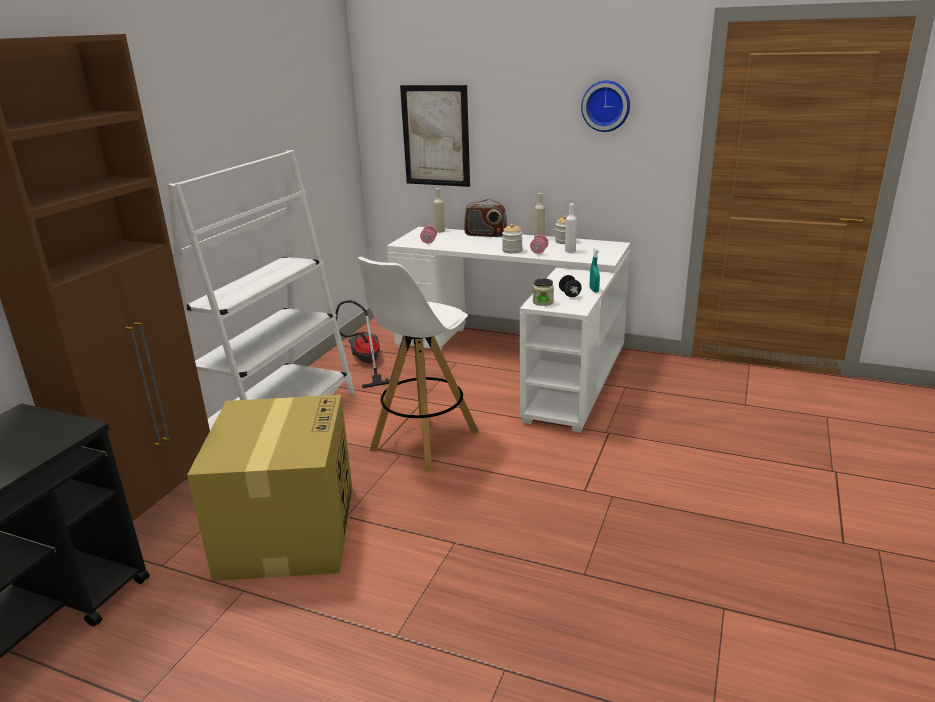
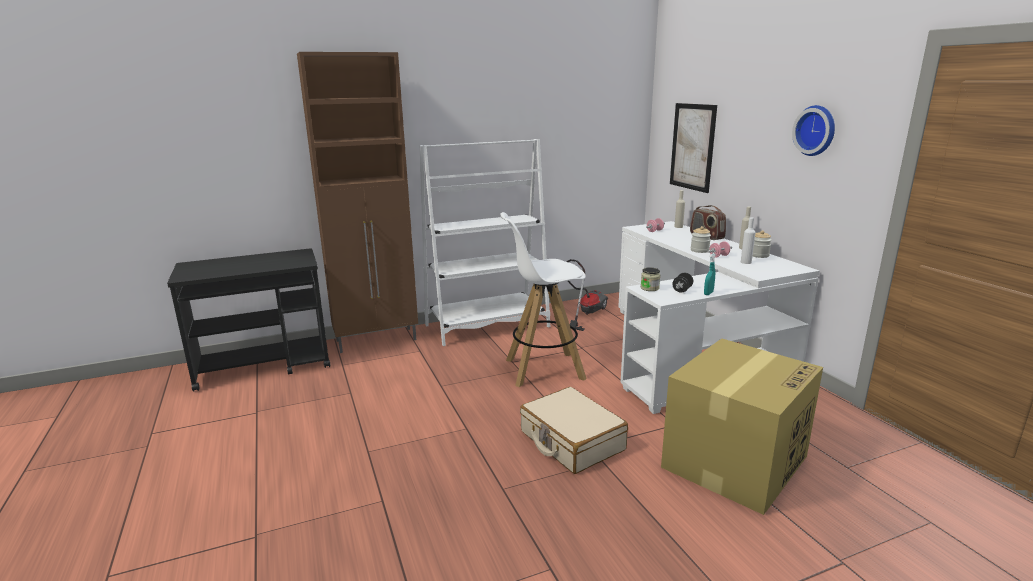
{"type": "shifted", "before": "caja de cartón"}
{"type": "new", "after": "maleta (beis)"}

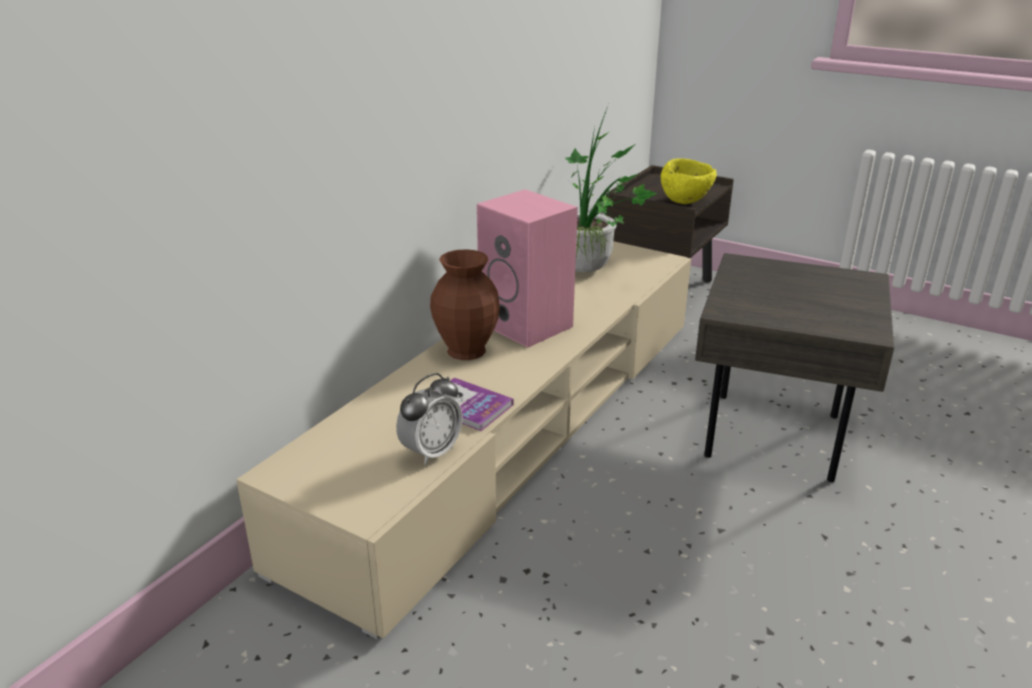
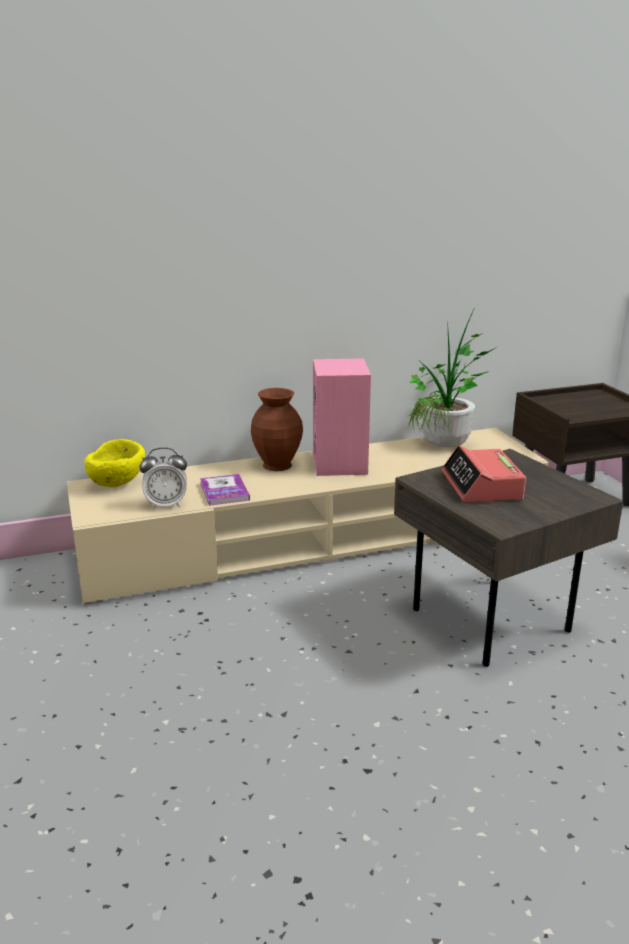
{"type": "shifted", "before": "cuenco (amarillo)"}
{"type": "new", "after": "despertador (no. 2 from left)"}

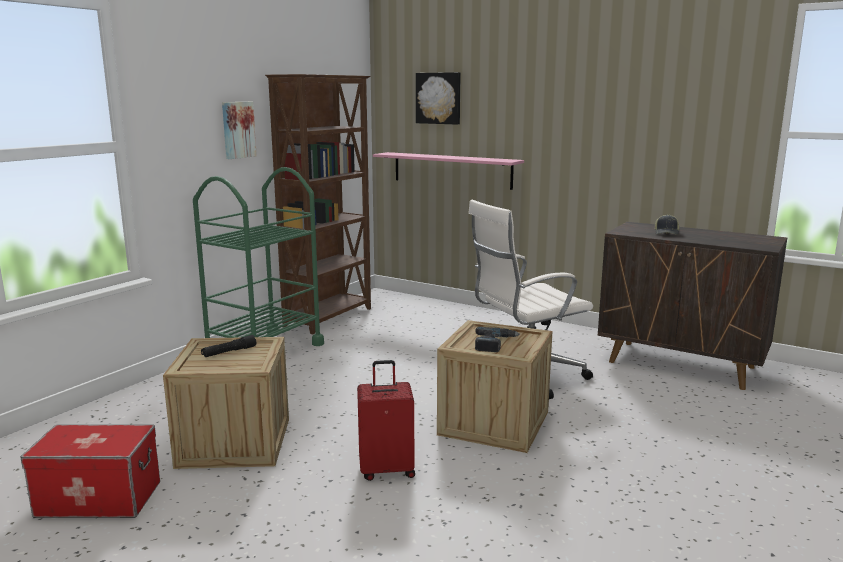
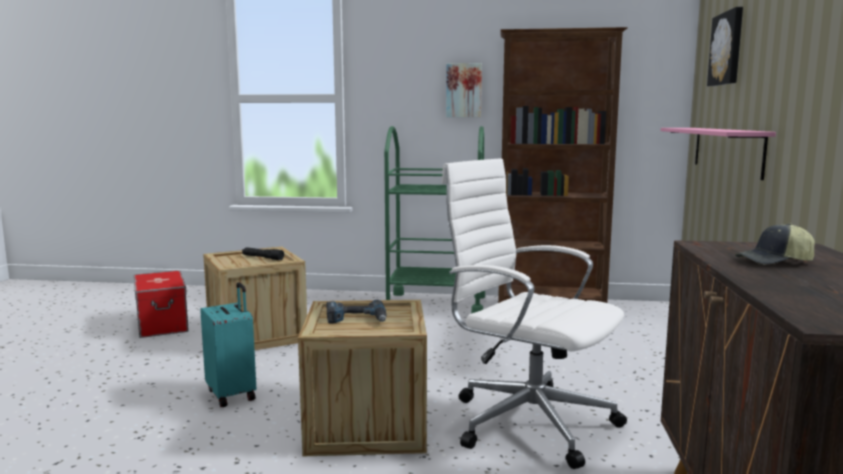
{"type": "repainted", "before": "maleta (rojo)", "after": "maleta (turquesa)"}

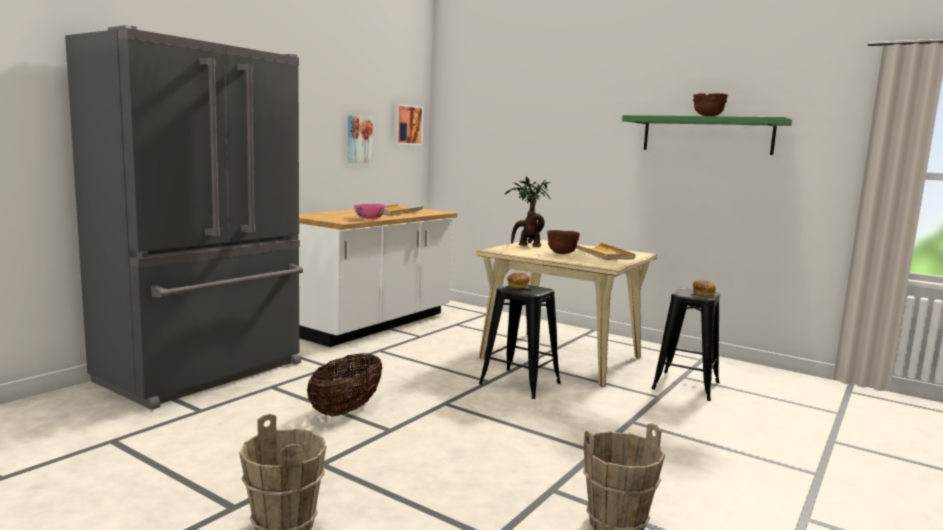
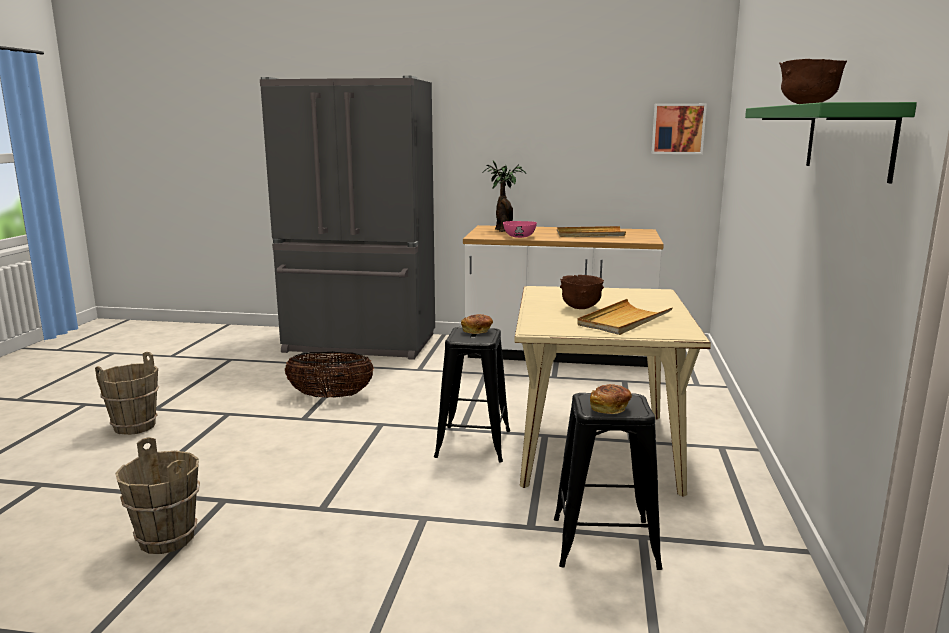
{"type": "gone", "before": "cuadro (no. 1 from left)"}
{"type": "shifted", "before": "planta en maceta"}

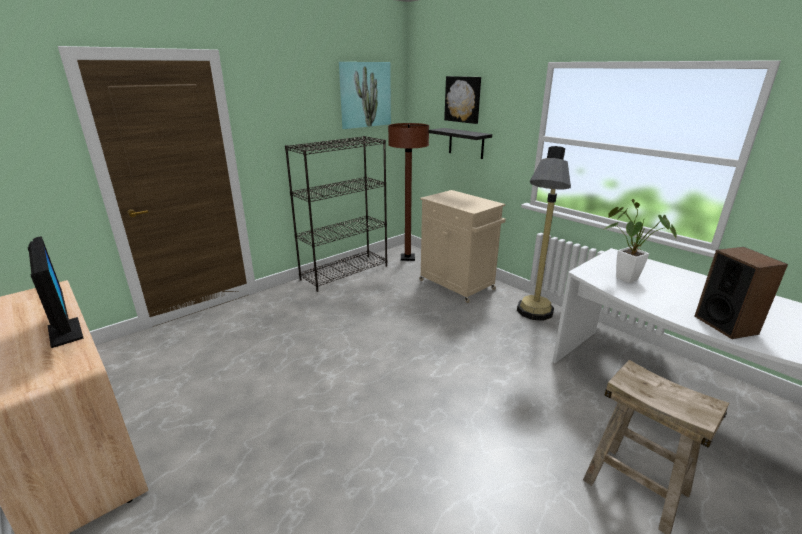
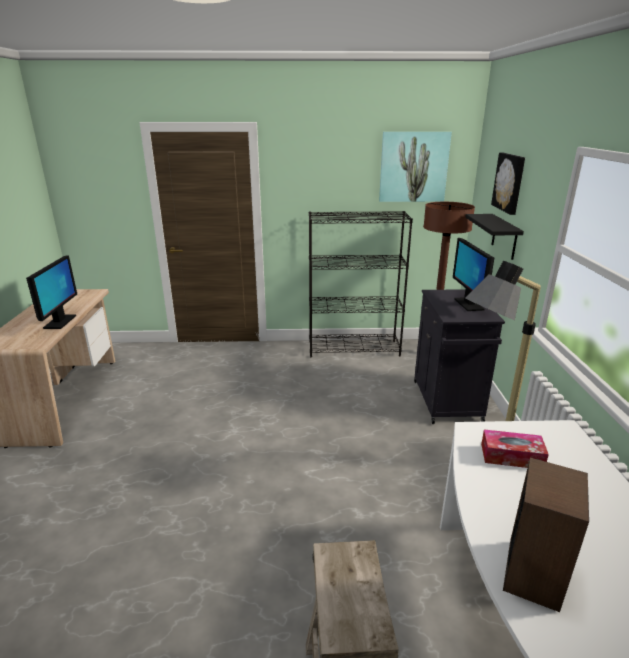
{"type": "repainted", "before": "armario (beis)", "after": "armario (negro)"}
{"type": "swapped", "before": "planta en maceta", "after": "caja de pañuelos"}
{"type": "new", "after": "monitor (no. 2 from left)"}

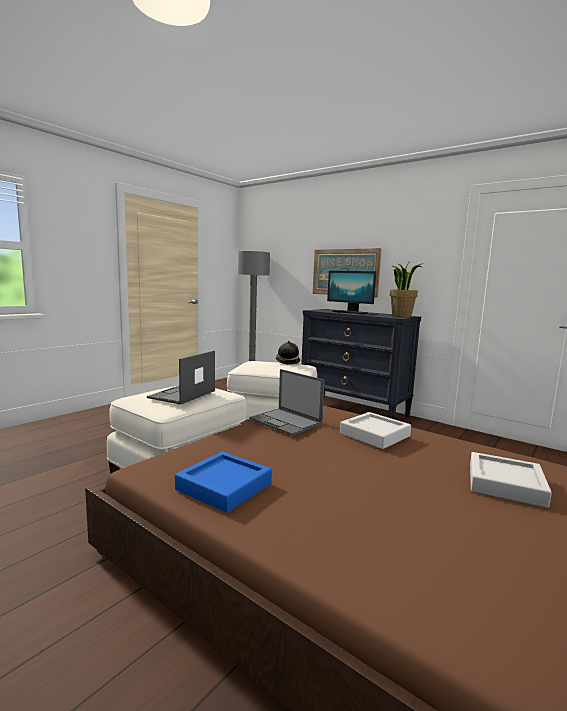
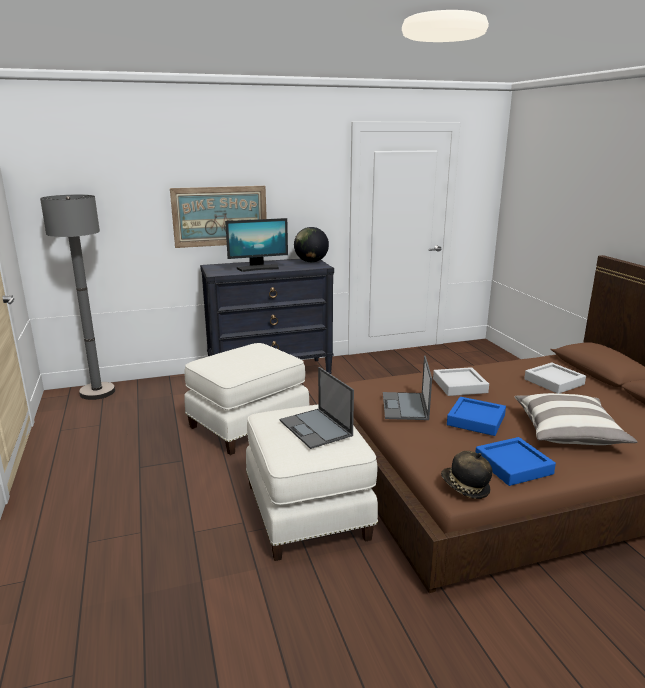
{"type": "swapped", "before": "planta en maceta", "after": "globo terráqueo"}
{"type": "shifted", "before": "sombrero"}
{"type": "rotated", "before": "portátil (no. 2 from left)", "turn": 105}
{"type": "new", "after": "cojín"}
{"type": "new", "after": "bandeja (azul) (no. 1 from left)"}

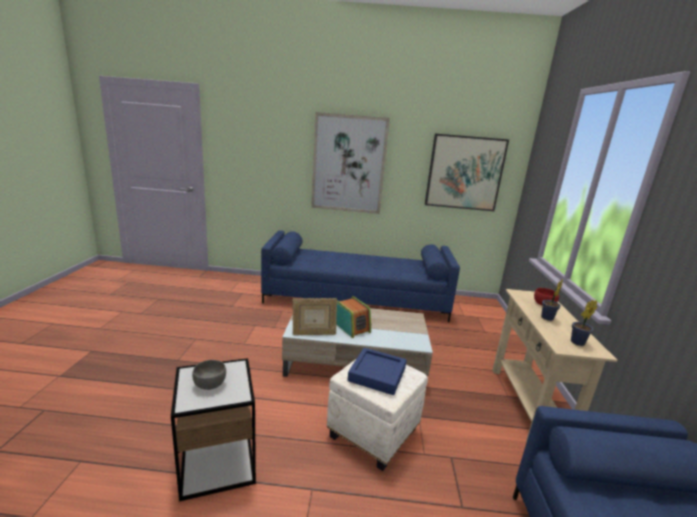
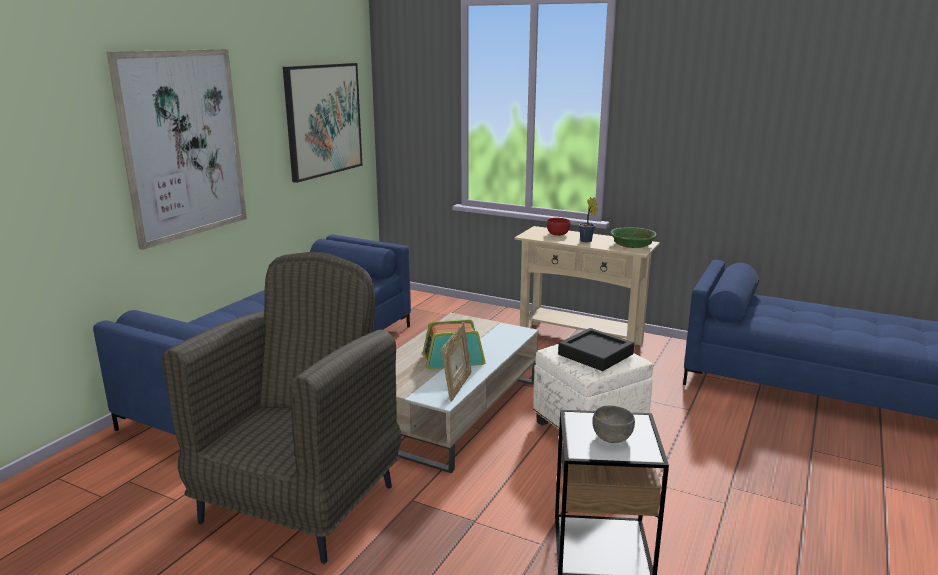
{"type": "swapped", "before": "planta en maceta (no. 2 from left)", "after": "cuenco (verde)"}
{"type": "repainted", "before": "bandeja (azul)", "after": "bandeja (negro)"}
{"type": "new", "after": "sillón (gris)"}

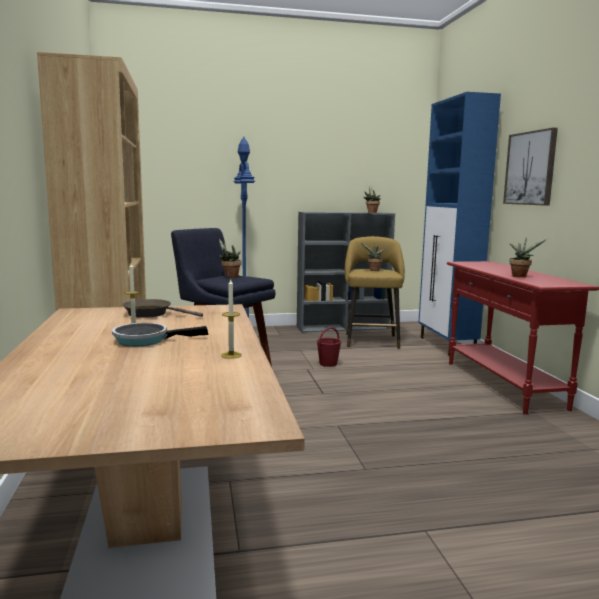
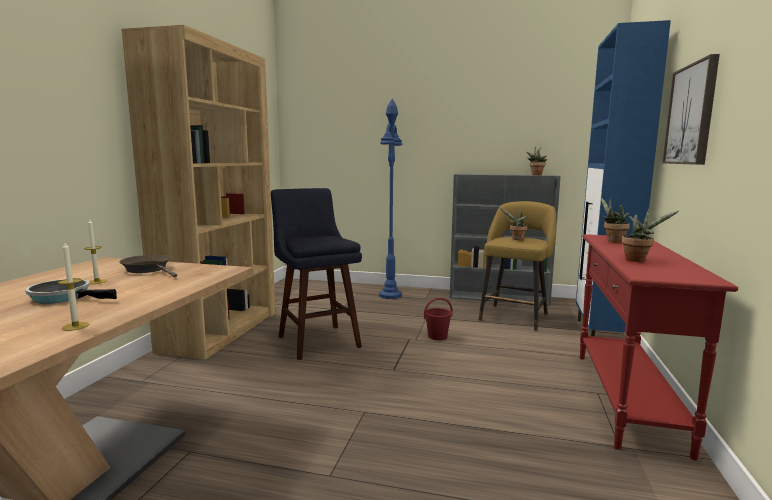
{"type": "shifted", "before": "planta en maceta (no. 1 from left in the first image)", "after": "planta en maceta (no. 3 from left)"}

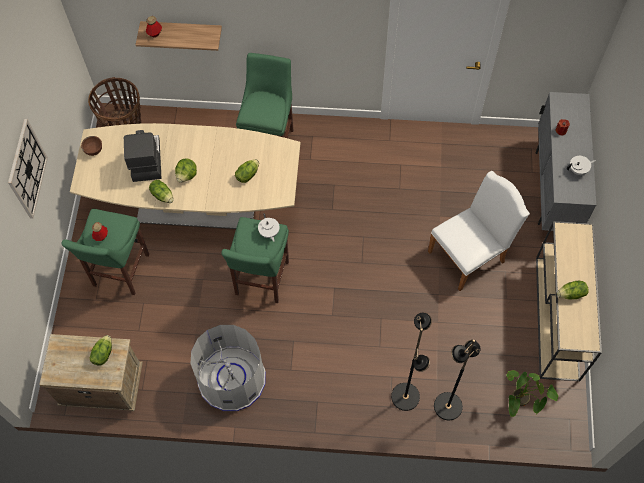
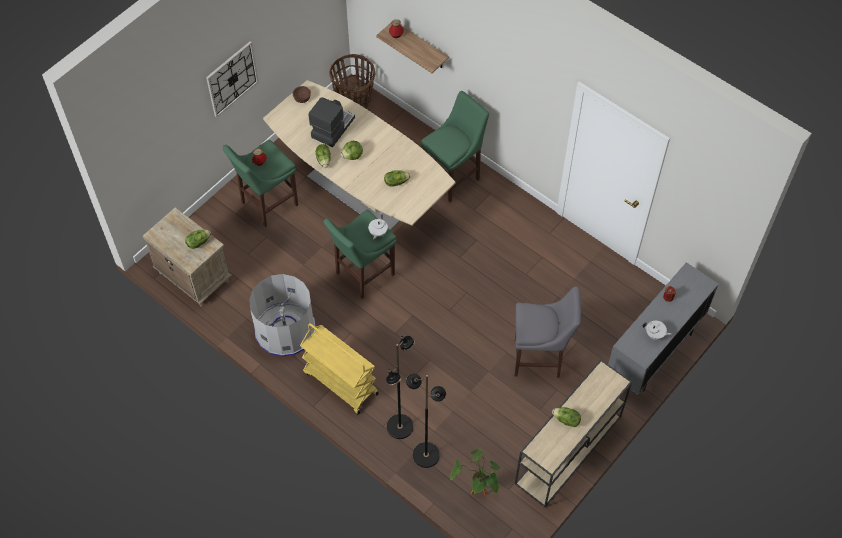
{"type": "swapped", "before": "silla (blanco)", "after": "taburete (gris)"}
{"type": "new", "after": "carrito (amarillo)"}

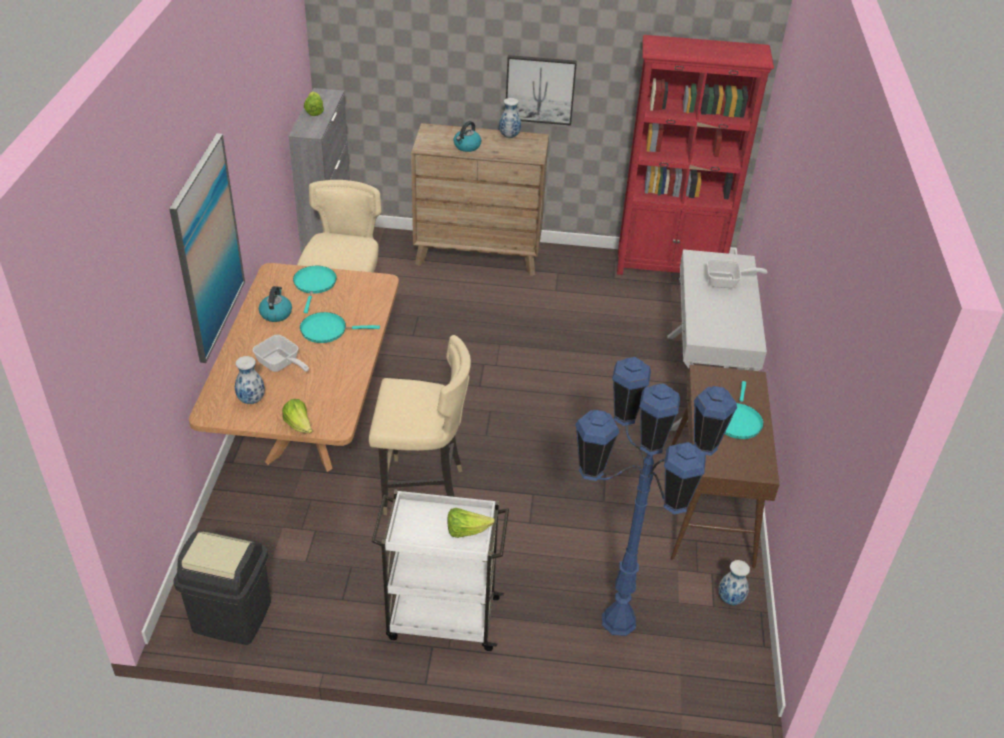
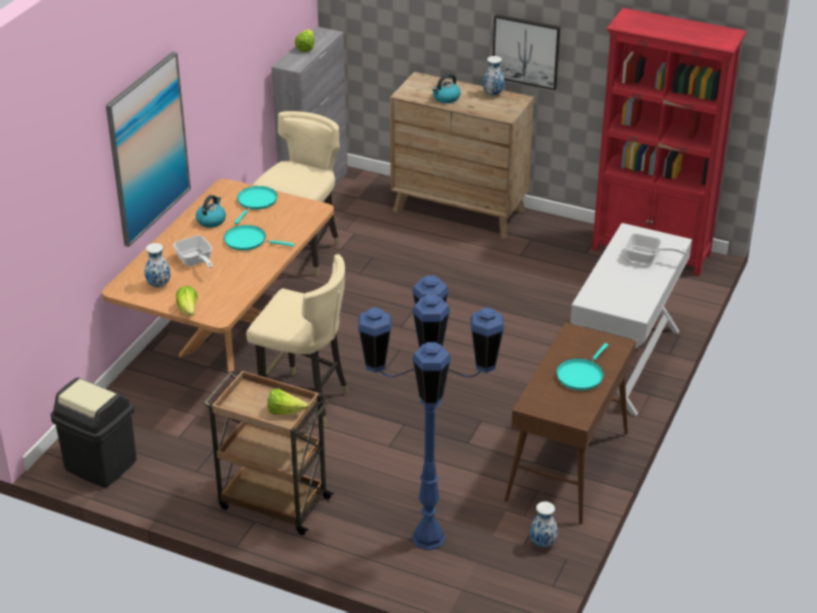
{"type": "repainted", "before": "carrito (blanco)", "after": "carrito (marrón)"}

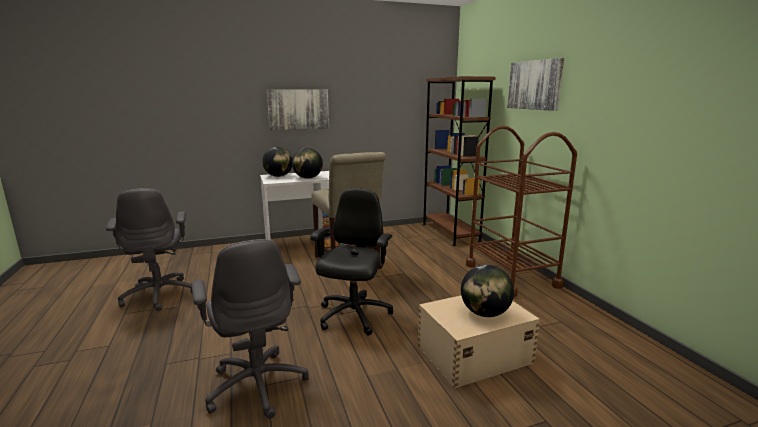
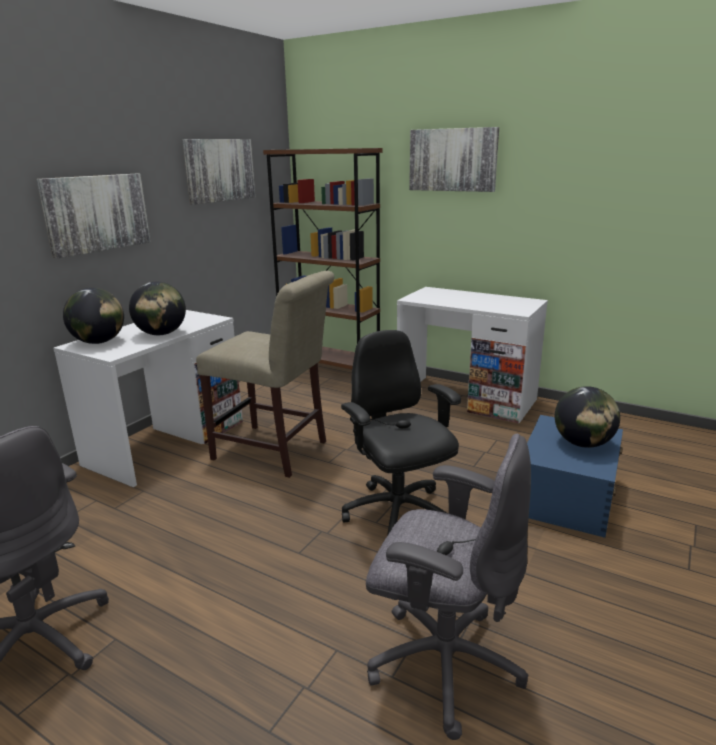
{"type": "swapped", "before": "carrito (marrón)", "after": "escritorio (blanco) (no. 2 from left)"}
{"type": "repainted", "before": "caja de almacenaje (beis)", "after": "caja de almacenaje (azul)"}
{"type": "new", "after": "cuadro (no. 2 from left)"}

